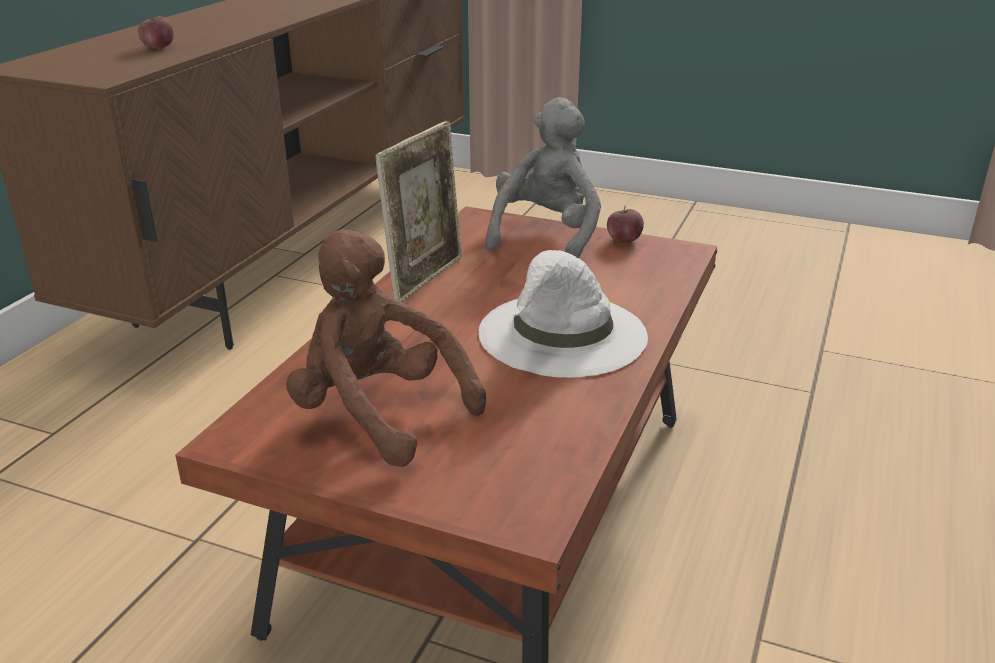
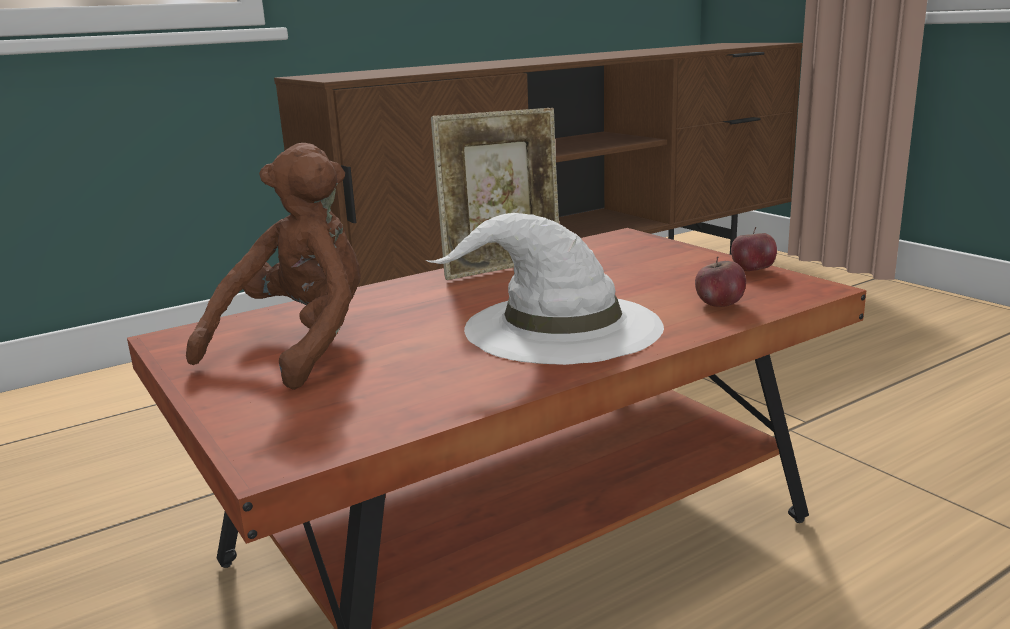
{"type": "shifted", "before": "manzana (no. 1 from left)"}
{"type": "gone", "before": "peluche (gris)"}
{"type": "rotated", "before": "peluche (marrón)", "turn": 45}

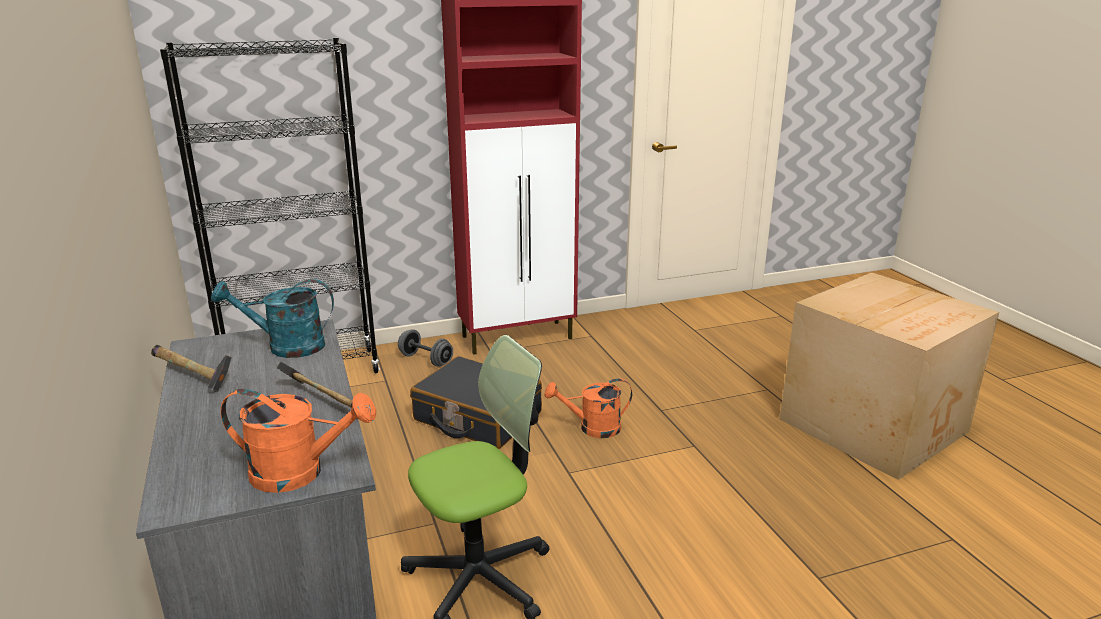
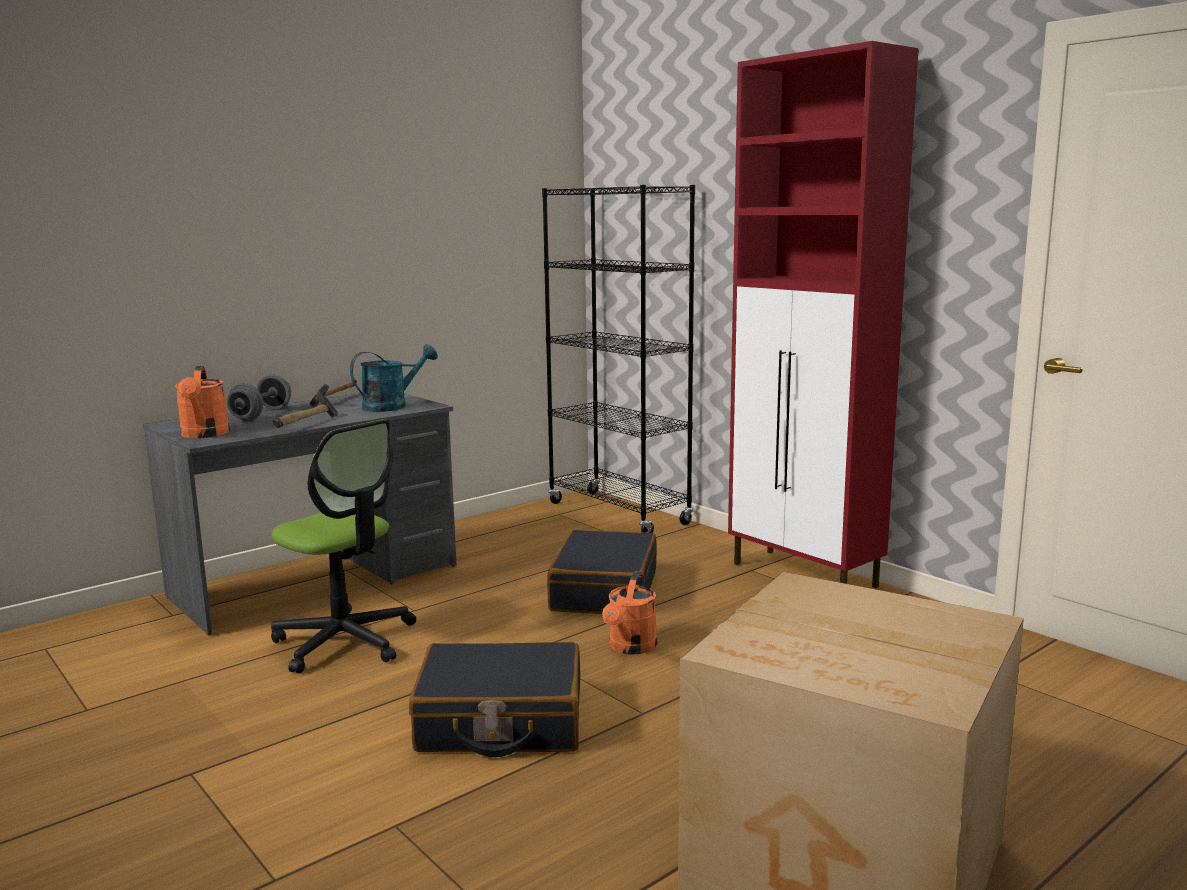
{"type": "rotated", "before": "regadera (turquesa)", "turn": 75}
{"type": "shifted", "before": "mancuerna (gris)"}
{"type": "rotated", "before": "regadera (naranja) (no. 2 from left)", "turn": -135}
{"type": "new", "after": "maleta (negro) (no. 1 from left)"}

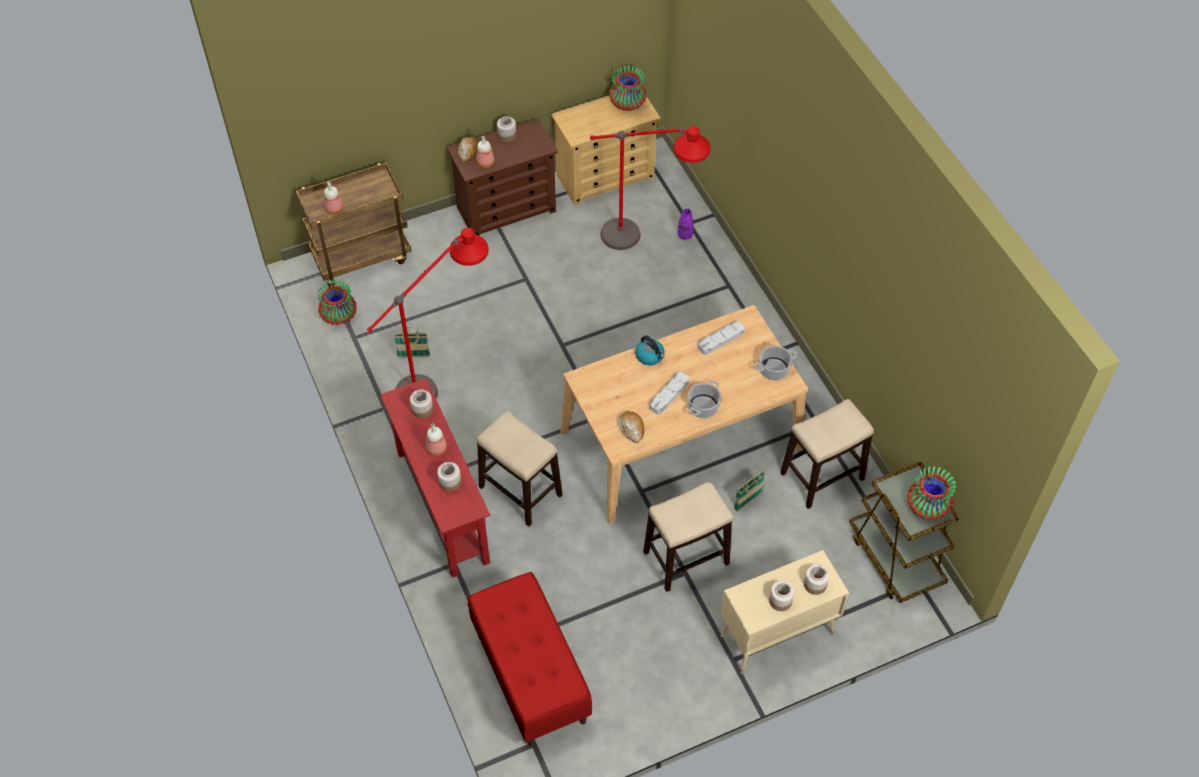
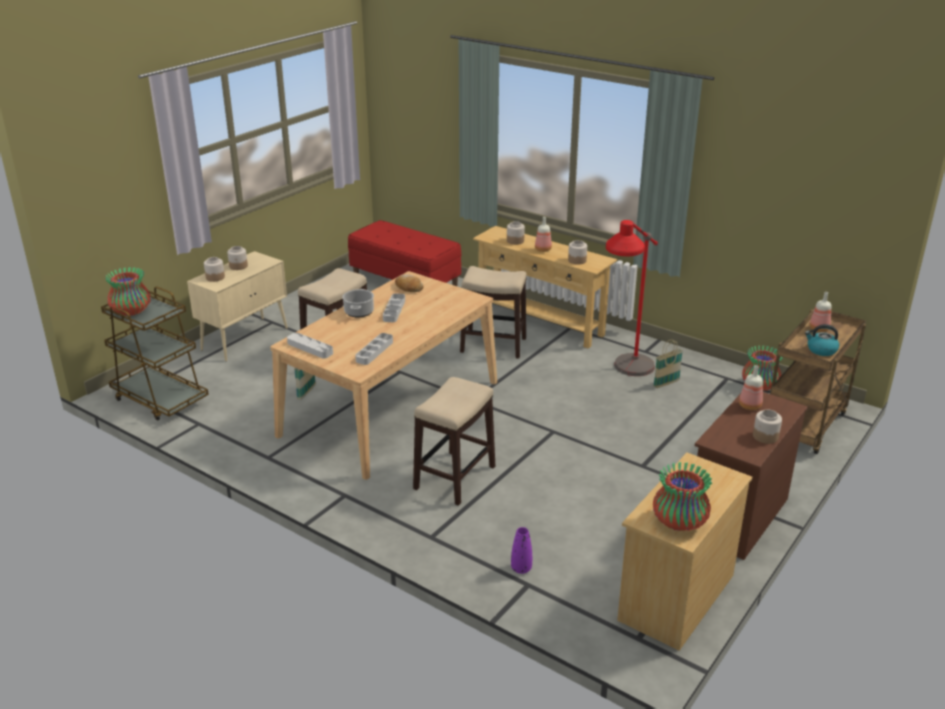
{"type": "gone", "before": "lámpara de pie (rojo) (no. 2 from left)"}
{"type": "gone", "before": "pan (no. 1 from left)"}
{"type": "shifted", "before": "hervidor"}
{"type": "swapped", "before": "olla (no. 2 from left)", "after": "bandeja (gris) (no. 1 from left)"}
{"type": "repainted", "before": "mesa consola (rojo)", "after": "mesa consola (beis)"}
{"type": "shifted", "before": "taburete (no. 3 from left in the first image)", "after": "taburete (no. 2 from left)"}

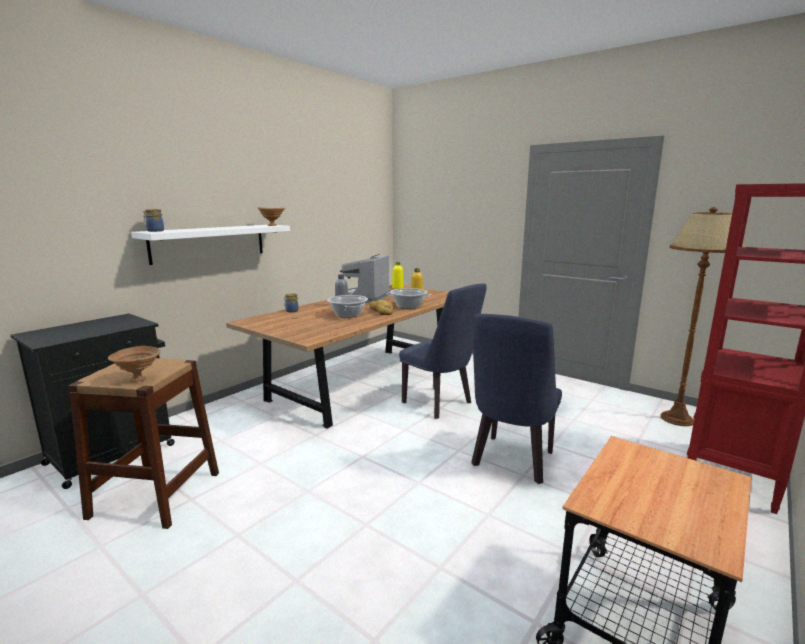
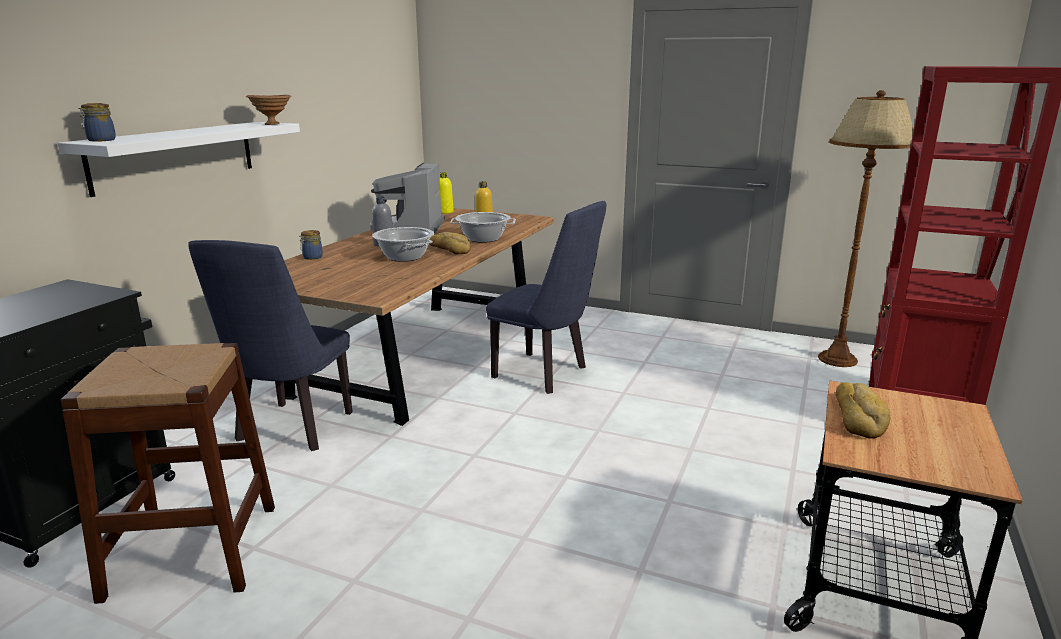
{"type": "shifted", "before": "silla (azul) (no. 2 from left in the first image)", "after": "silla (azul) (no. 1 from left)"}
{"type": "gone", "before": "cuenco (marrón) (no. 1 from left)"}
{"type": "new", "after": "pan (no. 2 from left)"}

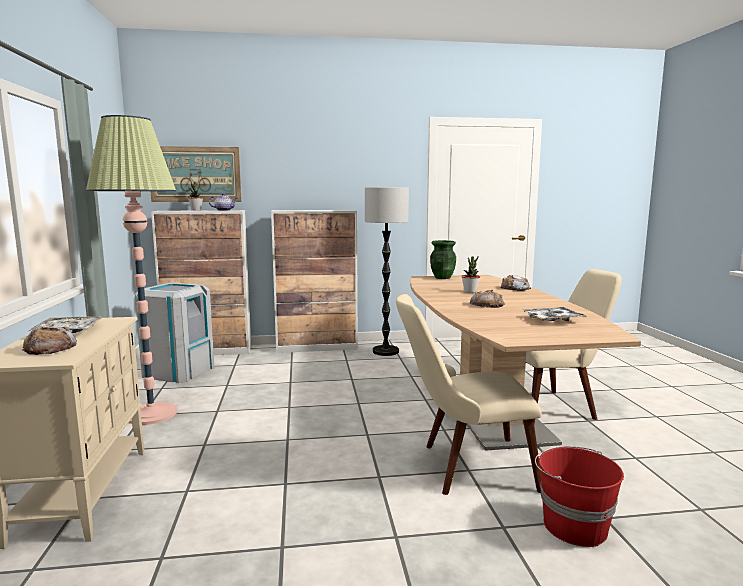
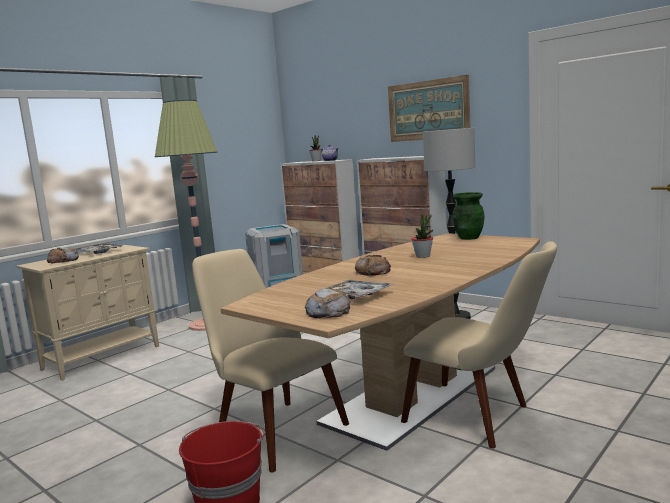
{"type": "shifted", "before": "cuadro"}
{"type": "shifted", "before": "pan (no. 3 from left in the first image)", "after": "pan (no. 2 from left)"}

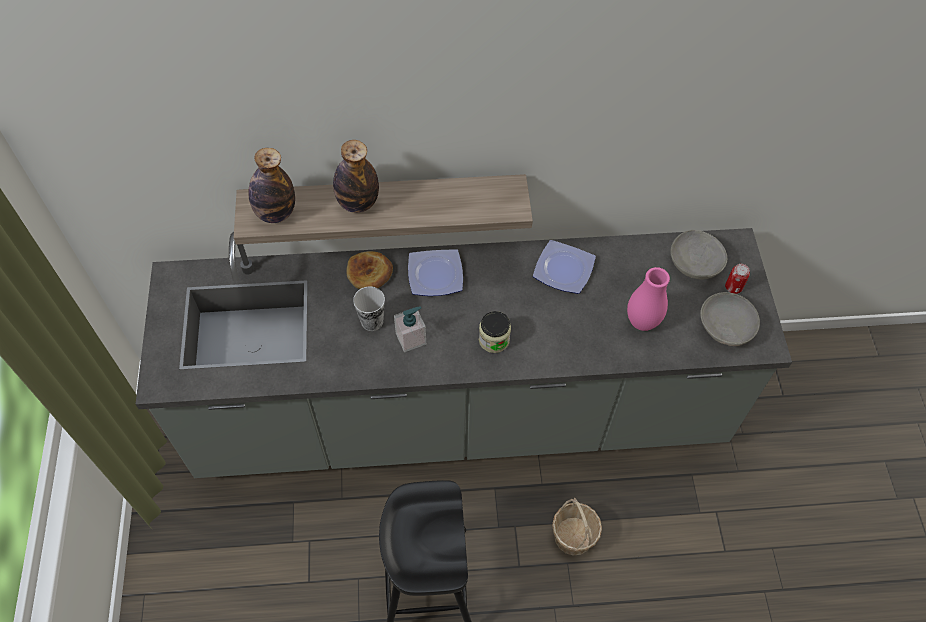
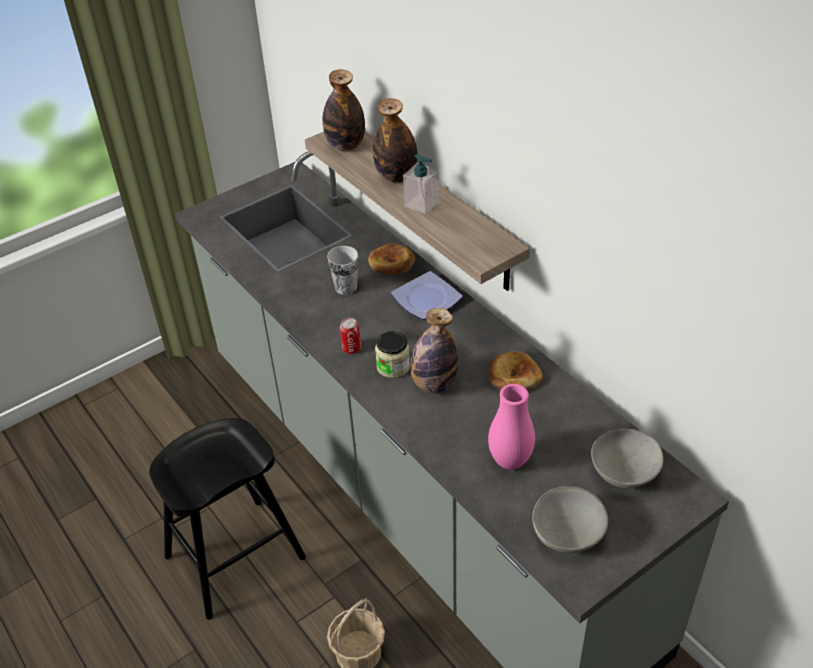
{"type": "swapped", "before": "plato (no. 2 from left)", "after": "pan (no. 2 from left)"}
{"type": "shifted", "before": "lata"}
{"type": "shifted", "before": "dispensador de jabón"}
{"type": "new", "after": "botella (no. 3 from left)"}

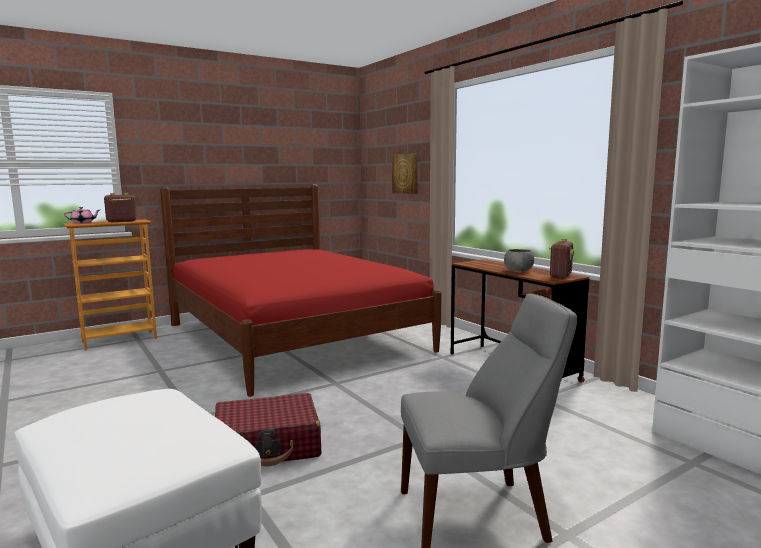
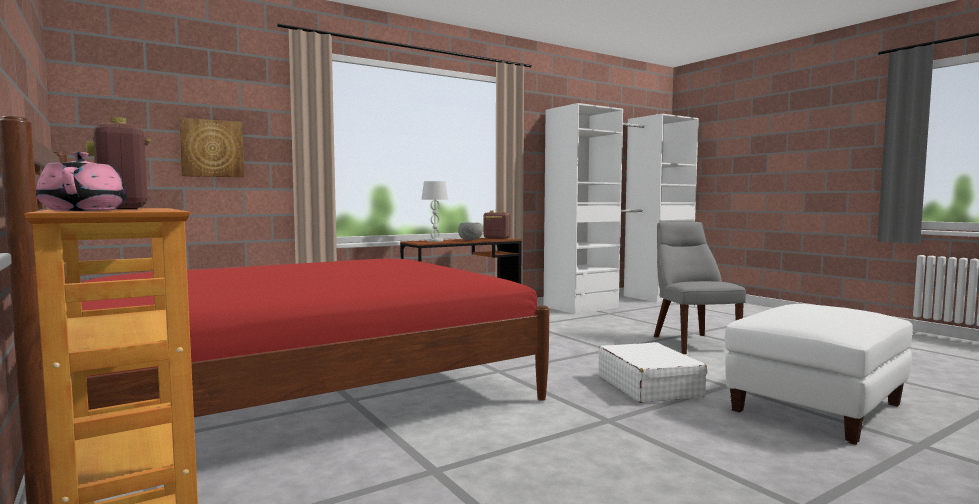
{"type": "repainted", "before": "maleta (rojo)", "after": "maleta (blanco)"}
{"type": "new", "after": "lámpara de mesa (blanco)"}

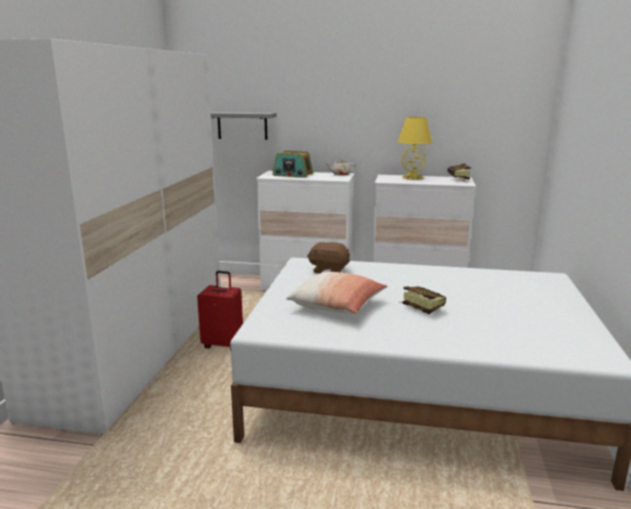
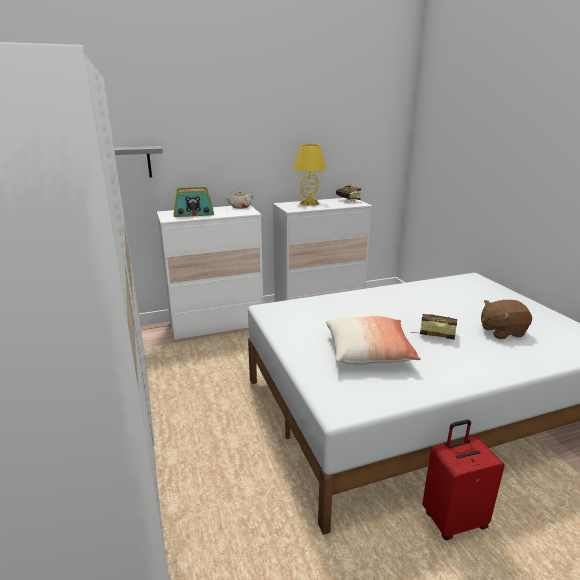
{"type": "shifted", "before": "peluche (marrón)"}
{"type": "shifted", "before": "maleta (rojo)"}

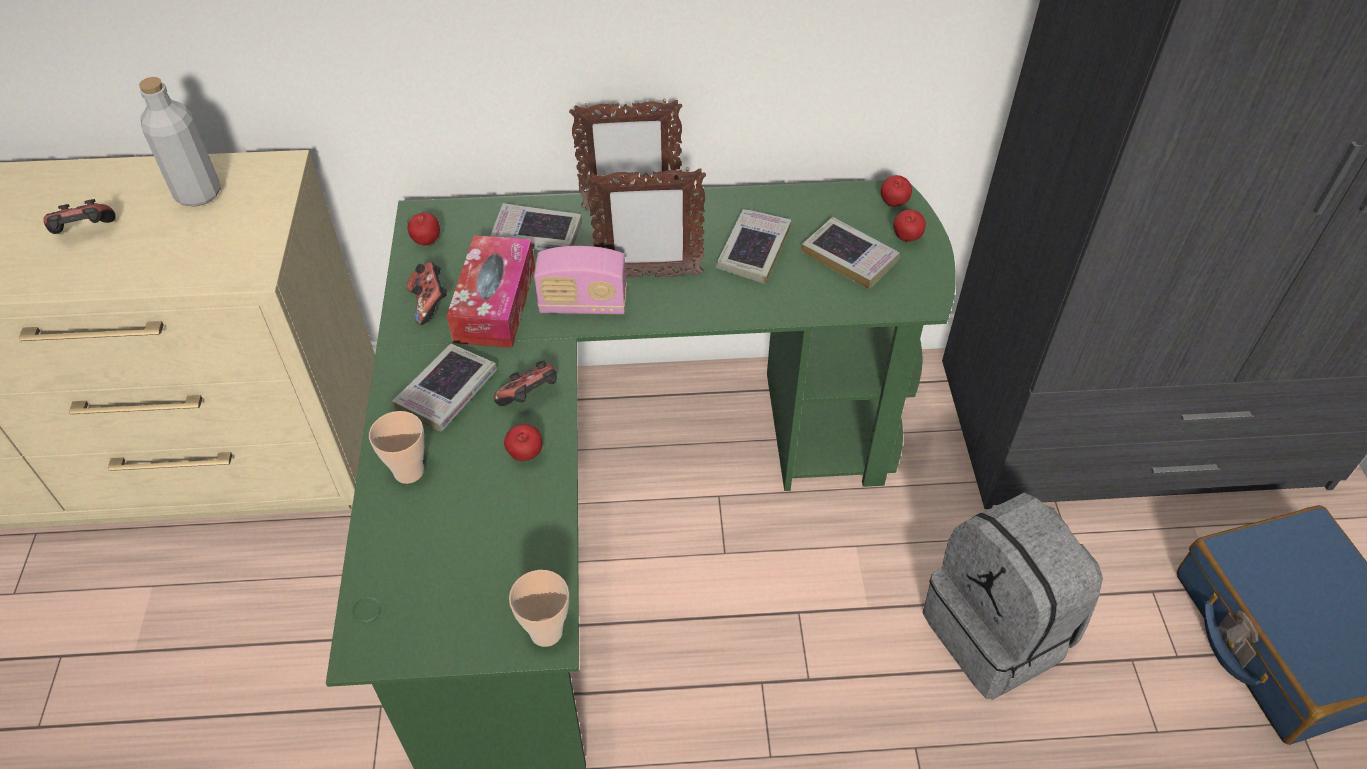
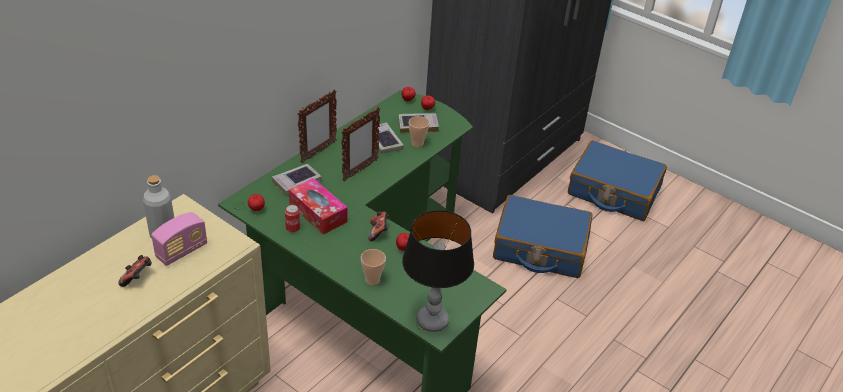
{"type": "shifted", "before": "radio"}
{"type": "swapped", "before": "mando de consola (no. 2 from left)", "after": "lata"}
{"type": "gone", "before": "libro (no. 1 from left)"}
{"type": "swapped", "before": "mochila (gris)", "after": "maleta (azul) (no. 1 from left)"}
{"type": "shifted", "before": "taza (no. 2 from left)"}
{"type": "new", "after": "lámpara de mesa"}

